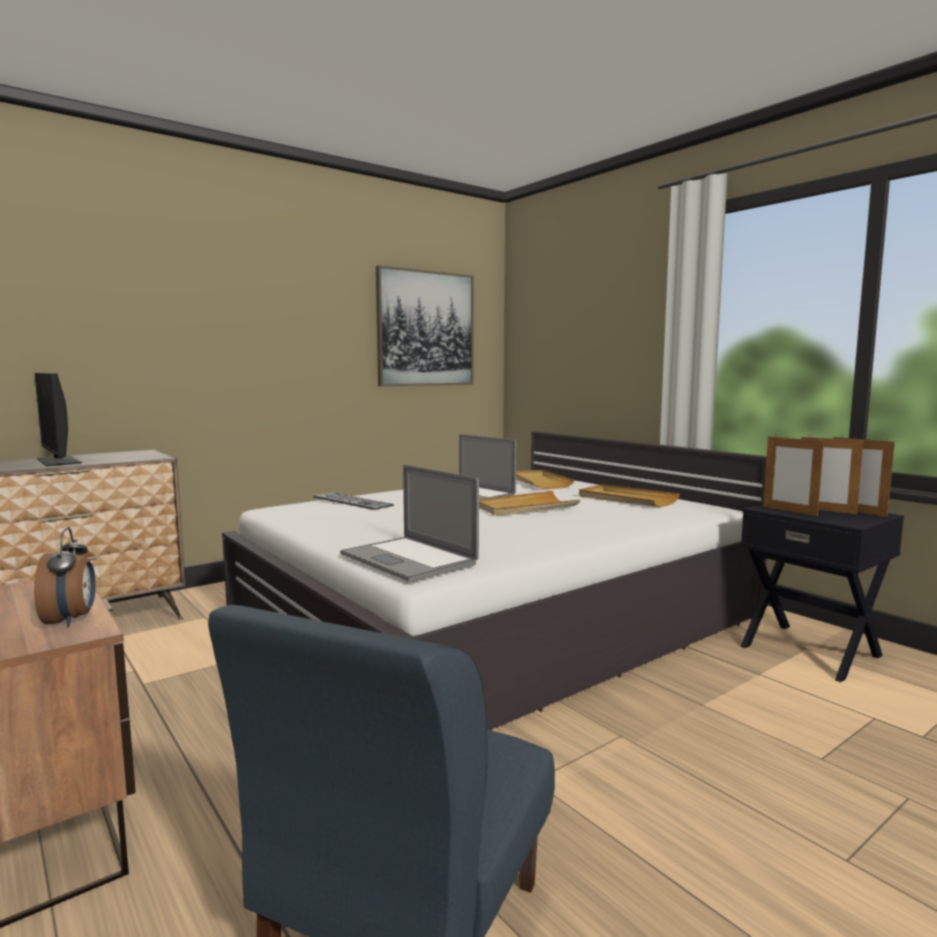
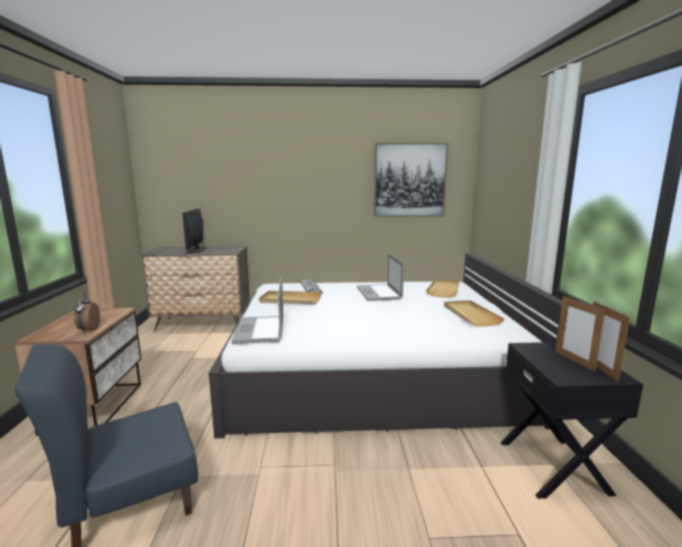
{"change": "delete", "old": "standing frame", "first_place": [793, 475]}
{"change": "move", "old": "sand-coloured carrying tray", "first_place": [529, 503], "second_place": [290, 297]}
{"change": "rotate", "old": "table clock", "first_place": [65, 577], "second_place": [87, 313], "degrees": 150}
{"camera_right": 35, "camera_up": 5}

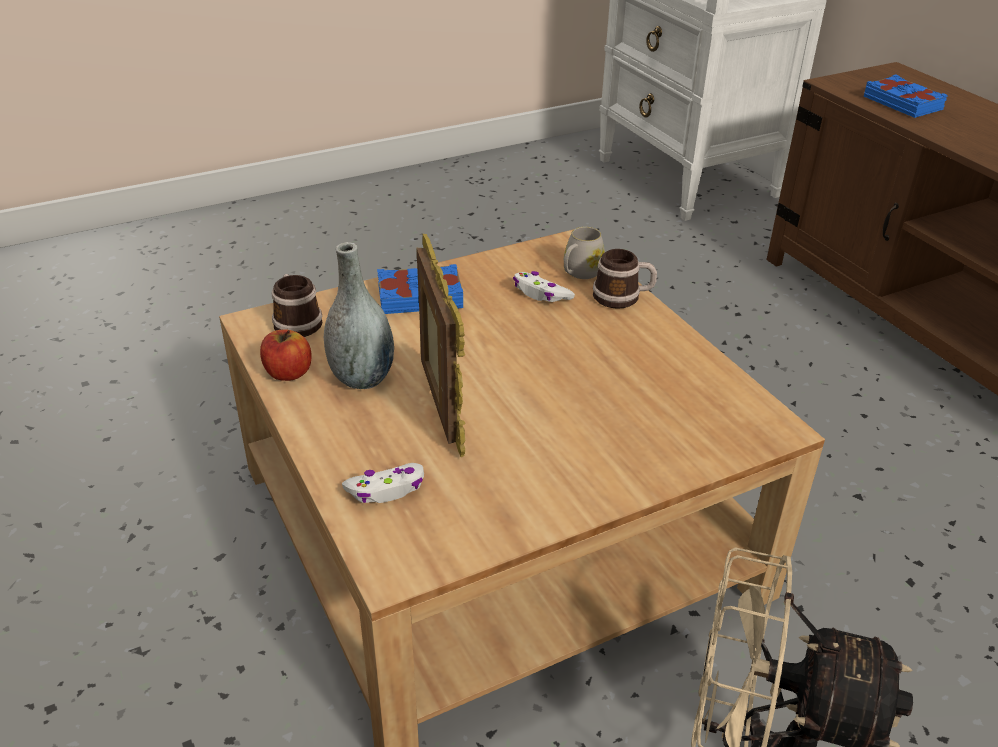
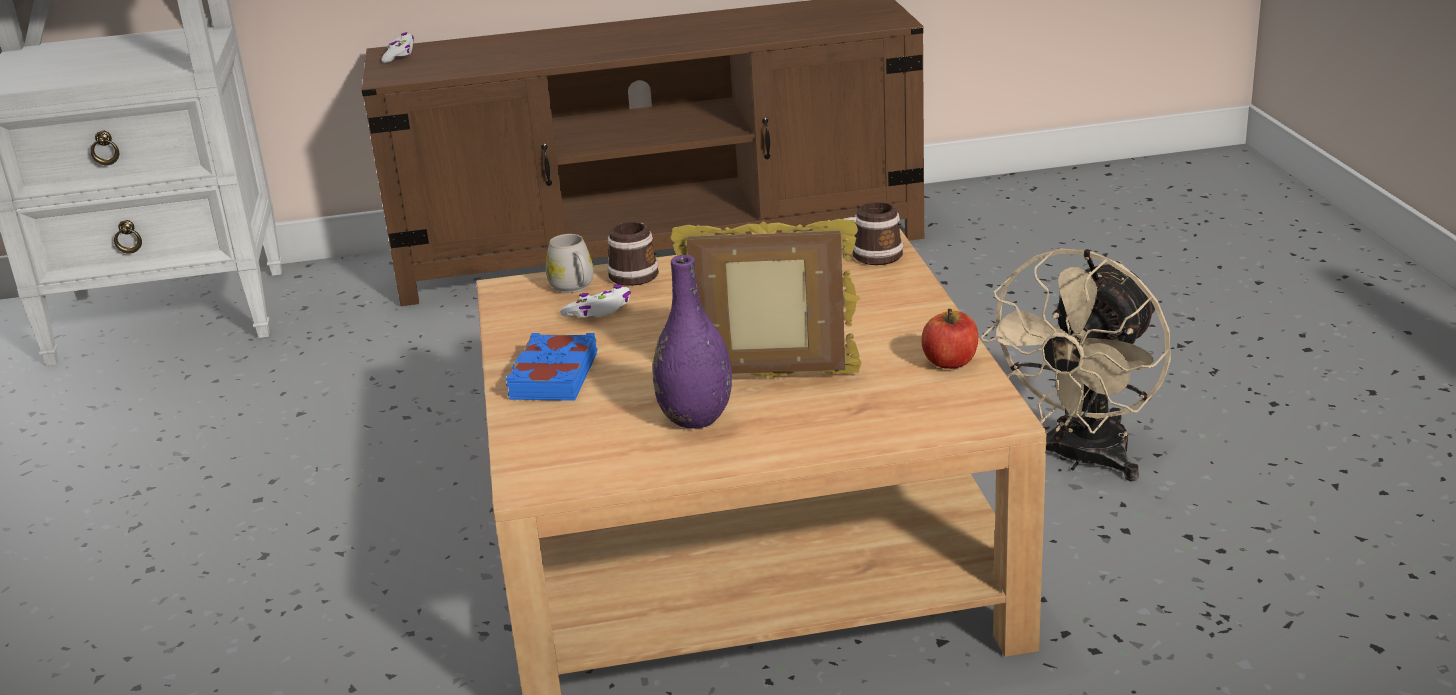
{"change": "delete", "old": "bluish volume", "first_place": [906, 96]}
{"change": "move", "old": "apple fruit", "first_place": [286, 355], "second_place": [950, 339]}
{"change": "move", "old": "coffee mug", "first_place": [297, 305], "second_place": [874, 233]}
{"change": "move", "old": "white-coloured joypad", "first_place": [383, 483], "second_place": [397, 47]}
{"change": "recolor", "old": "gray flower vase", "new": "purplish flower vase", "first_place": [359, 315], "second_place": [692, 342]}
{"camera_right": -70, "camera_up": -10}

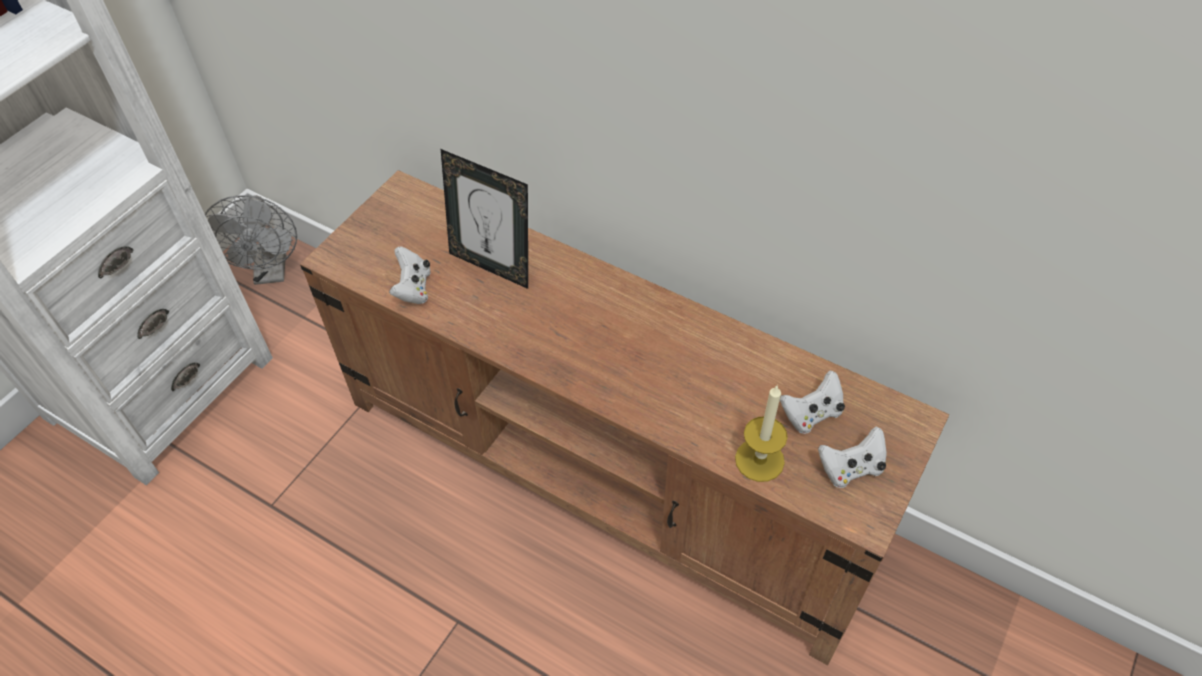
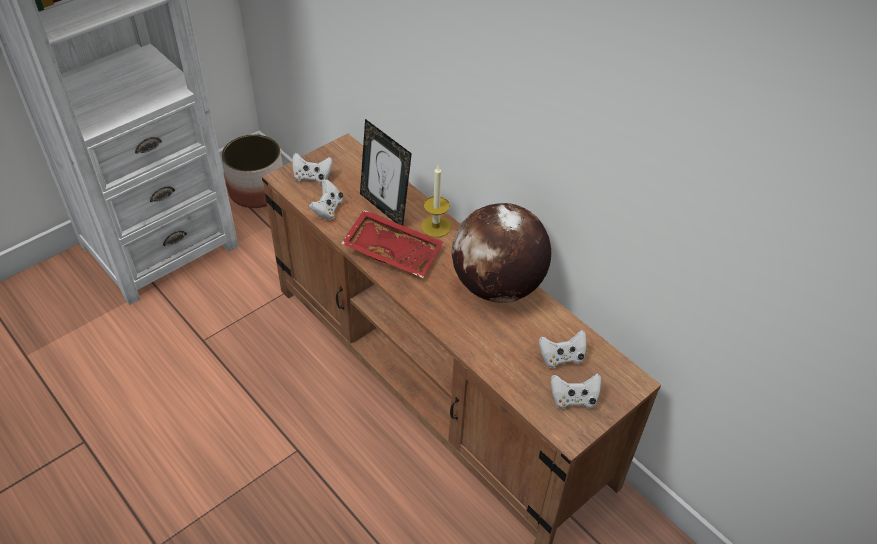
{"change": "insert", "new": "white-coloured joypad", "second_place": [312, 168]}
{"change": "insert", "new": "red carrying tray", "second_place": [392, 243]}
{"change": "insert", "new": "world globe", "second_place": [501, 253]}
{"change": "move", "old": "wax light", "first_place": [761, 433], "second_place": [436, 202]}
{"change": "replace", "old": "gray fan", "new": "flower pot", "first_place": [251, 240], "second_place": [252, 171]}
{"camera_right": 15, "camera_up": -5}

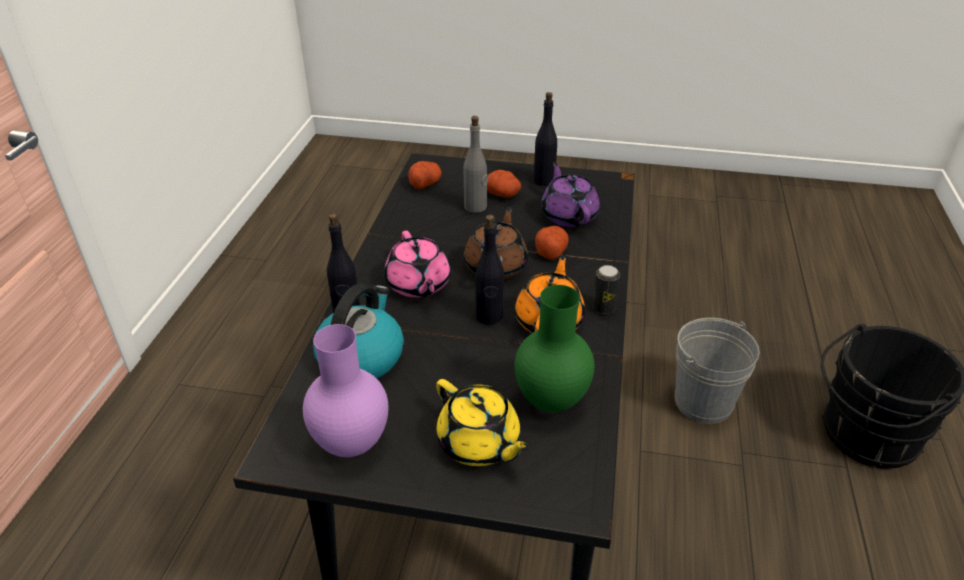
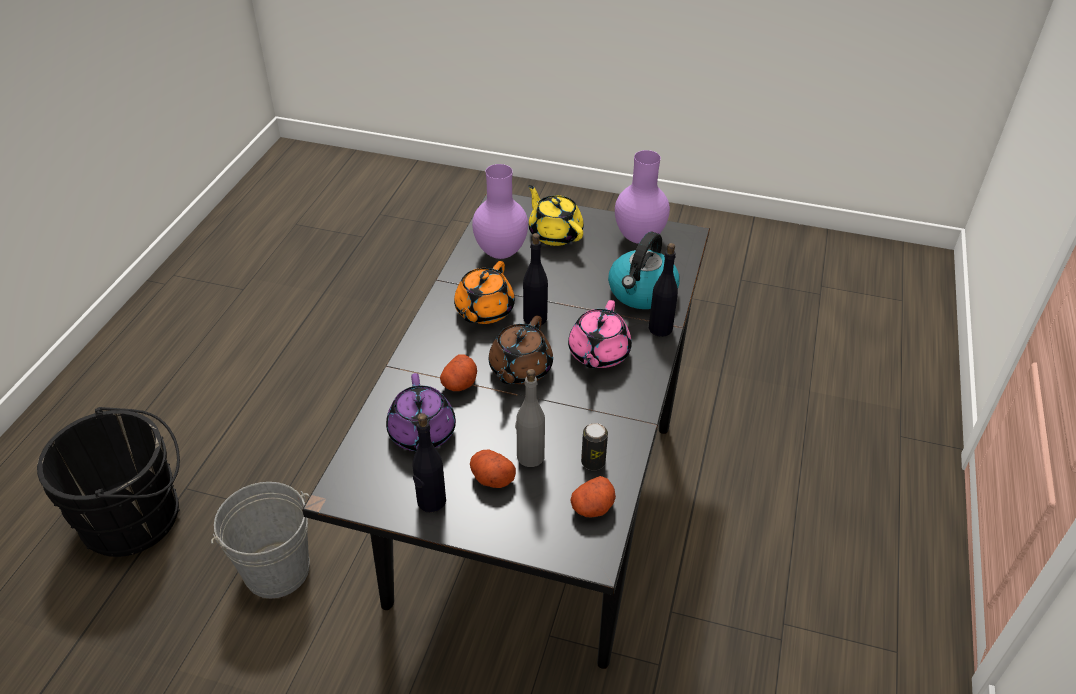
{"change": "move", "old": "sealed can", "first_place": [606, 289], "second_place": [594, 446]}
{"change": "recolor", "old": "green-coloured flower vase", "new": "purplish flower vase", "first_place": [554, 348], "second_place": [500, 211]}
{"change": "rotate", "old": "pink pot for tea", "first_place": [417, 264], "second_place": [600, 334], "degrees": -150}
{"camera_right": -175, "camera_up": 5}

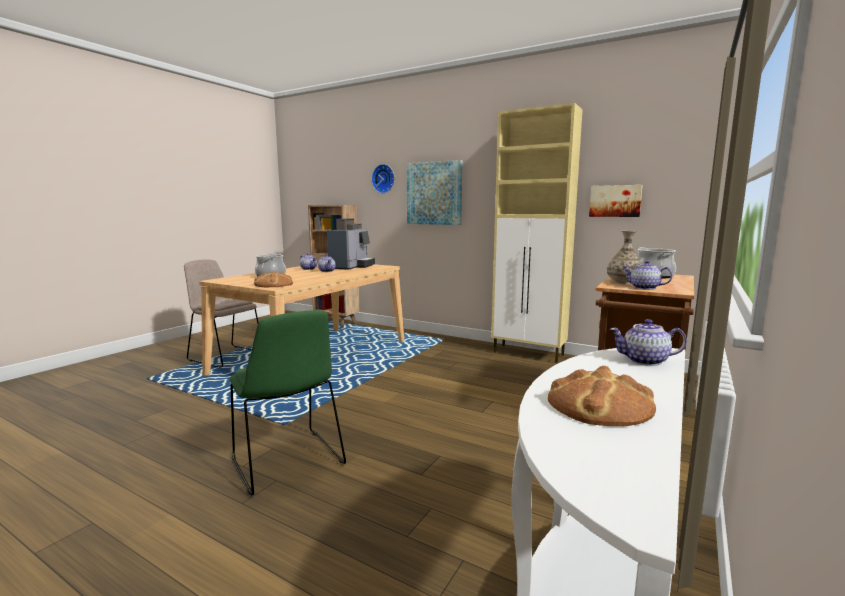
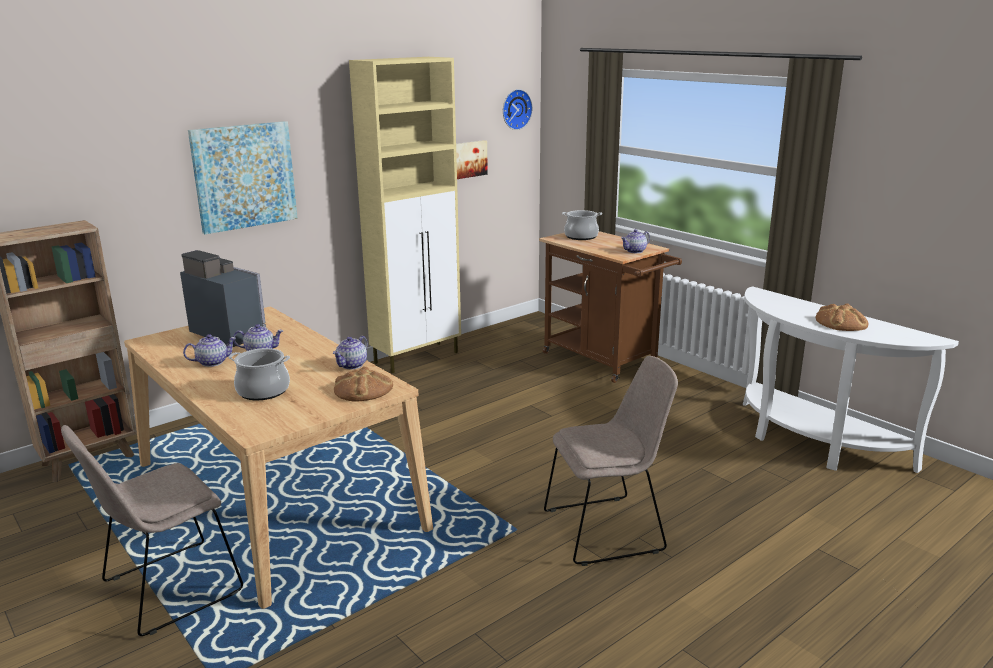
{"change": "delete", "old": "flower vase", "first_place": [624, 257]}
{"change": "move", "old": "hanging clock", "first_place": [383, 178], "second_place": [518, 109]}
{"change": "move", "old": "pot for tea", "first_place": [648, 342], "second_place": [350, 352]}
{"change": "recolor", "old": "green-coloured chair", "new": "sand-coloured chair", "first_place": [288, 403], "second_place": [611, 461]}
{"camera_right": -70, "camera_up": 10}

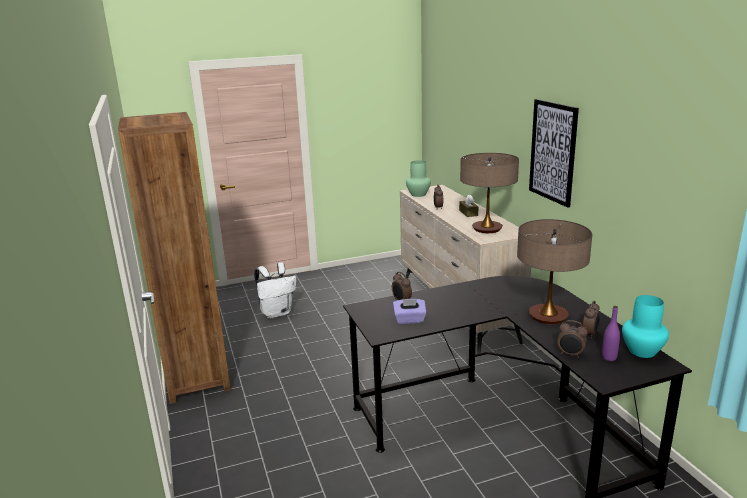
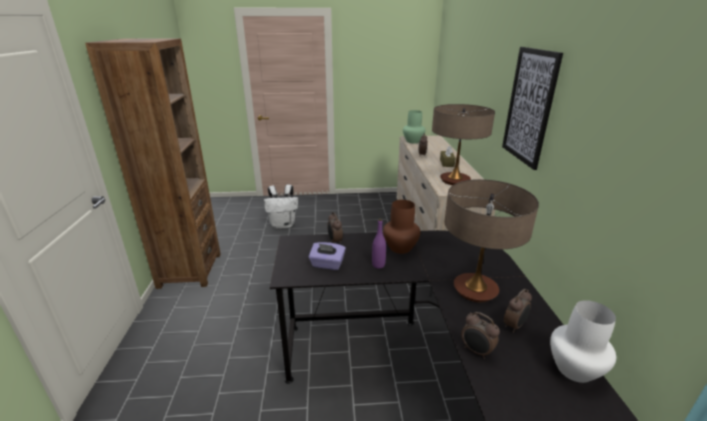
{"change": "insert", "new": "brownish flower vase", "second_place": [402, 227]}
{"change": "move", "old": "purplish drink bottle", "first_place": [611, 333], "second_place": [379, 243]}
{"change": "recolor", "old": "turquoise flower vase", "new": "white-coloured flower vase", "first_place": [645, 326], "second_place": [583, 341]}
{"camera_right": 15, "camera_up": 5}

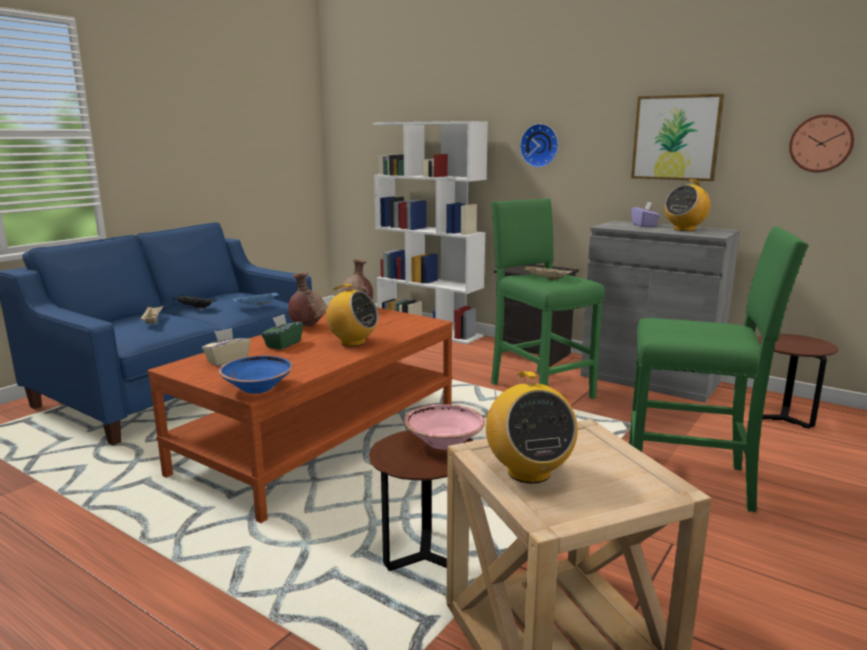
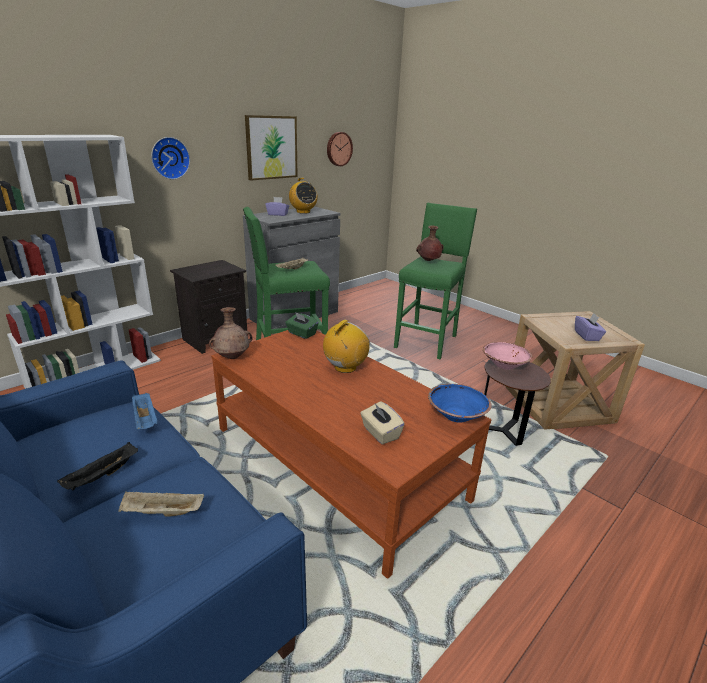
{"change": "delete", "old": "brownish side table", "first_place": [798, 381]}
{"change": "move", "old": "green-coloured tissue box", "first_place": [282, 332], "second_place": [302, 325]}
{"change": "move", "old": "brownish flower vase", "first_place": [307, 299], "second_place": [430, 243]}
{"change": "replace", "old": "radio receiver", "new": "purplish tissue box", "first_place": [532, 427], "second_place": [590, 327]}
{"camera_right": -80, "camera_up": 10}

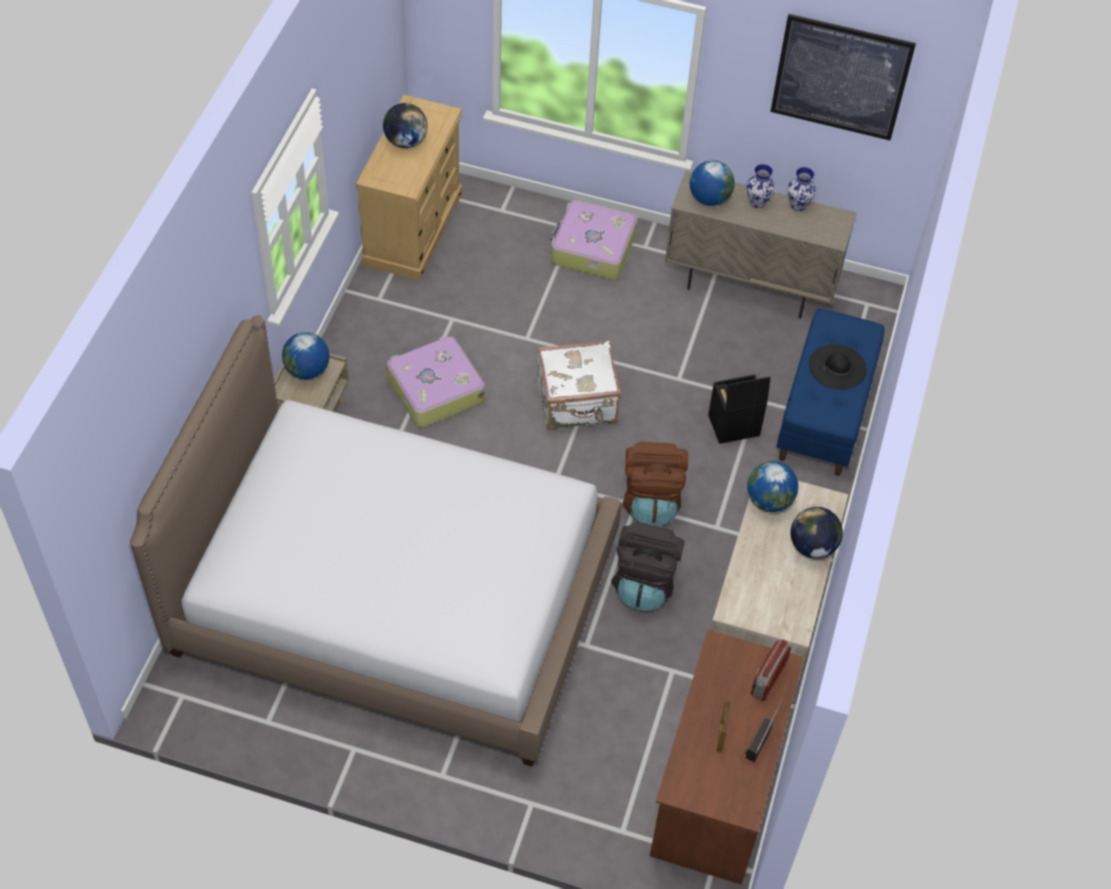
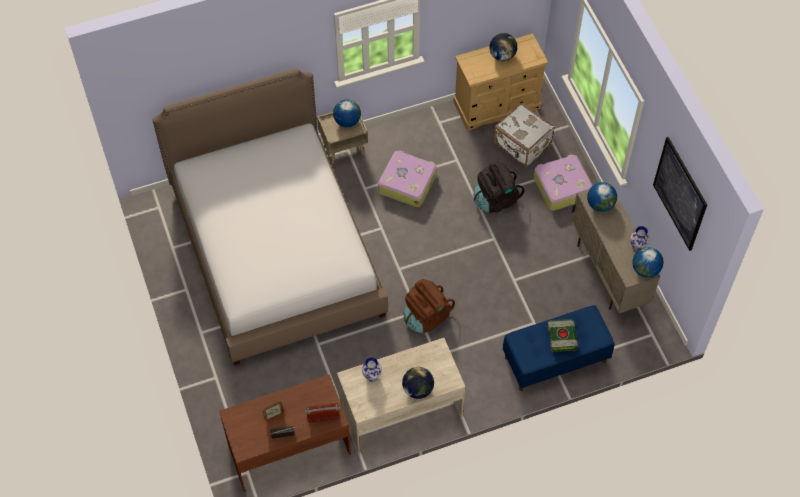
{"change": "delete", "old": "black-coloured storage bin", "first_place": [739, 409]}
{"change": "move", "old": "white-coloured travel case", "first_place": [579, 385], "second_place": [524, 134]}
{"change": "move", "old": "black-coloured knapsack", "first_place": [648, 566], "second_place": [499, 187]}
{"change": "move", "old": "flower vase", "first_place": [760, 186], "second_place": [372, 369]}
{"change": "move", "old": "world globe", "first_place": [772, 486], "second_place": [647, 262]}
{"change": "replace", "old": "black-coloured wearable hat", "new": "volume", "first_place": [838, 367], "second_place": [563, 335]}
{"camera_right": 55, "camera_up": 5}

